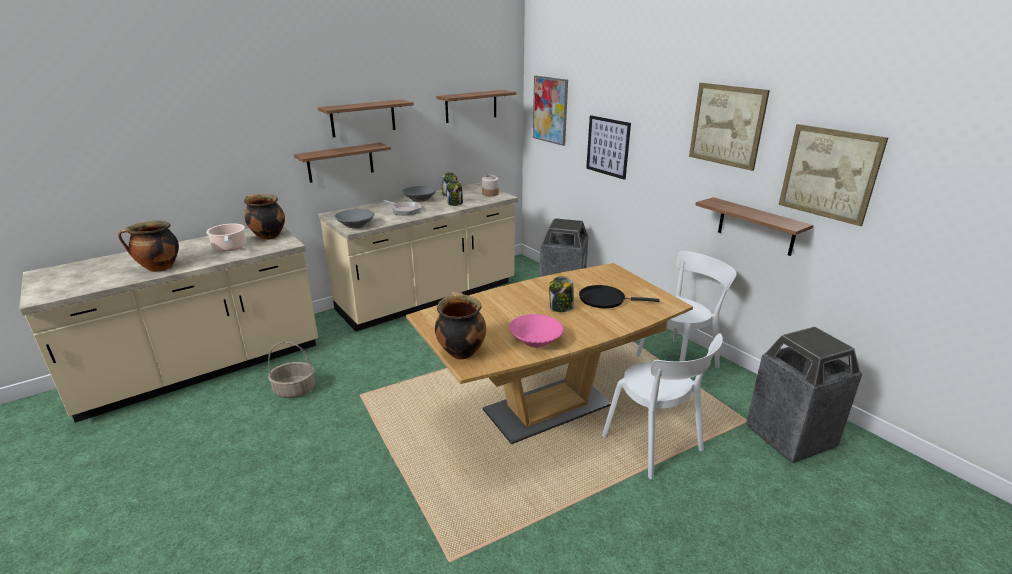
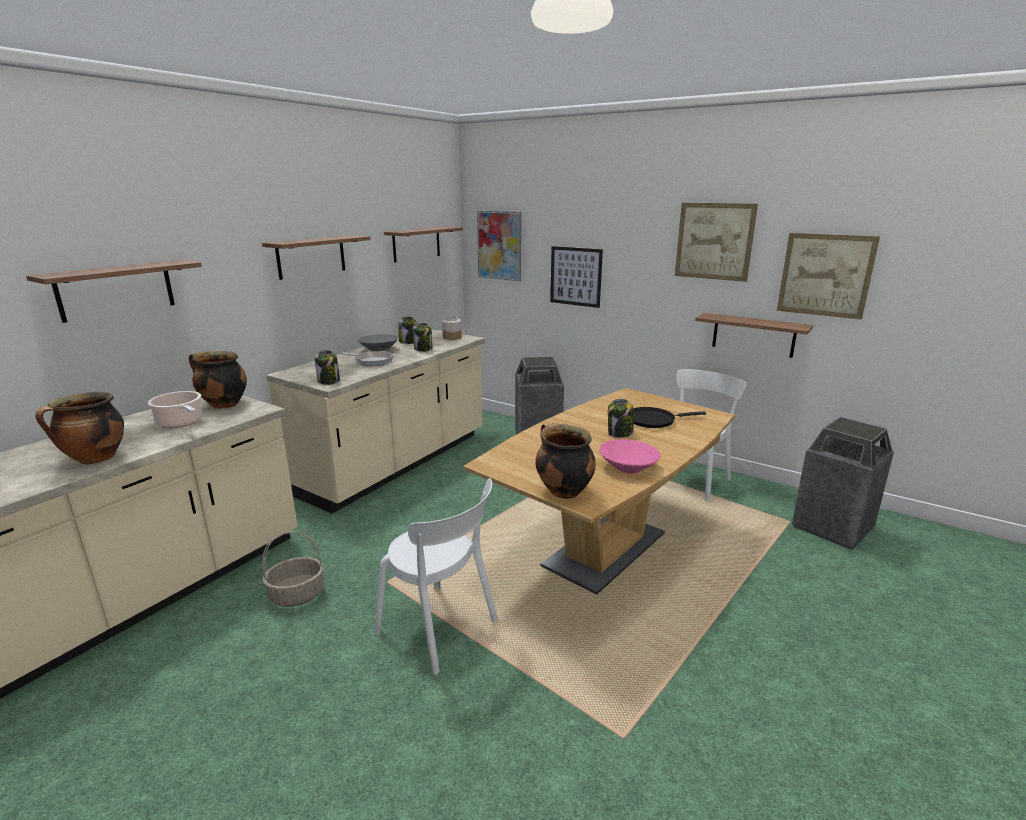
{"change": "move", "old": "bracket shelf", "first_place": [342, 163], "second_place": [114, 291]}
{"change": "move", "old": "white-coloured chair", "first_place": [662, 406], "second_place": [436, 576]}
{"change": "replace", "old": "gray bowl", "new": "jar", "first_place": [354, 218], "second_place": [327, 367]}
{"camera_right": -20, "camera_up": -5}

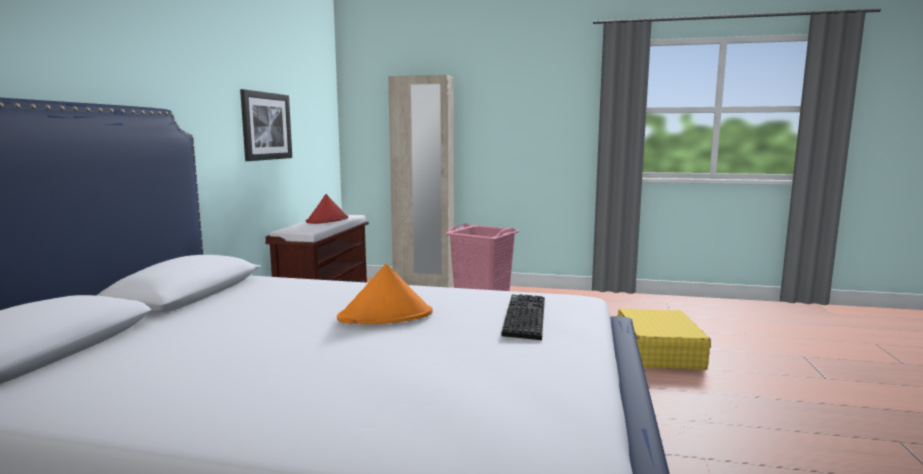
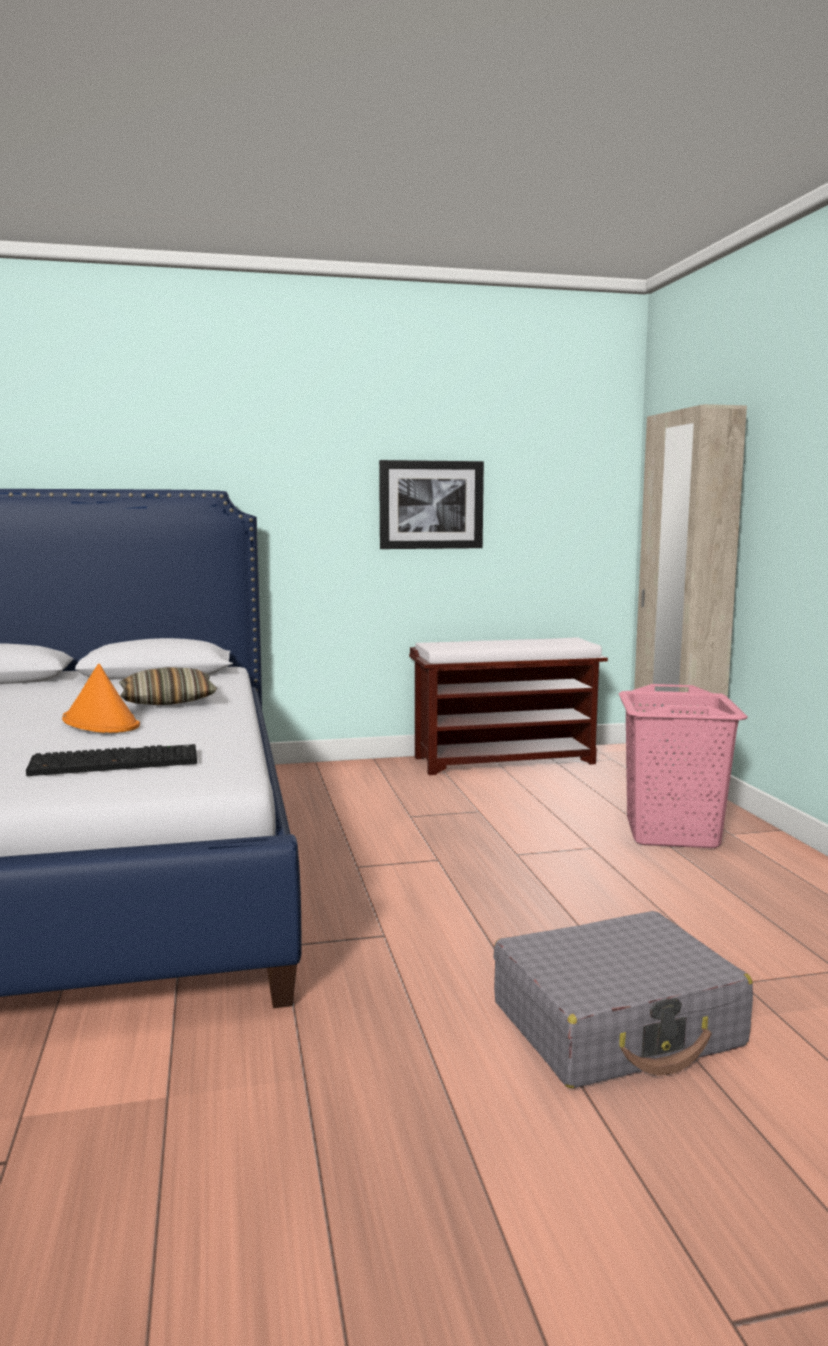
{"change": "delete", "old": "red wearable hat", "first_place": [327, 209]}
{"change": "insert", "new": "pillow", "second_place": [168, 686]}
{"change": "recolor", "old": "yellow-coloured travel case", "new": "gray travel case", "first_place": [664, 339], "second_place": [623, 999]}
{"camera_right": 65, "camera_up": 0}

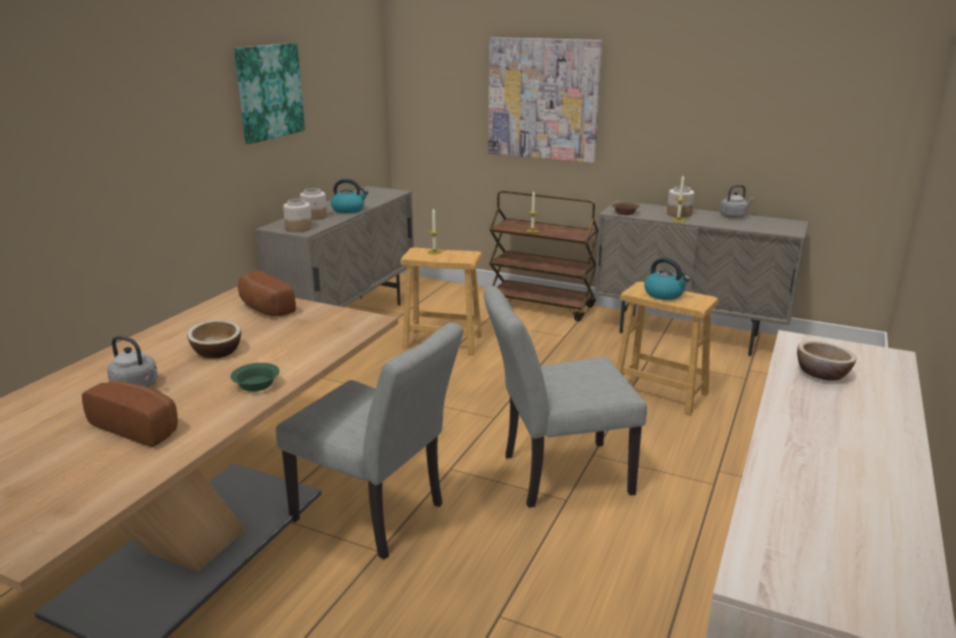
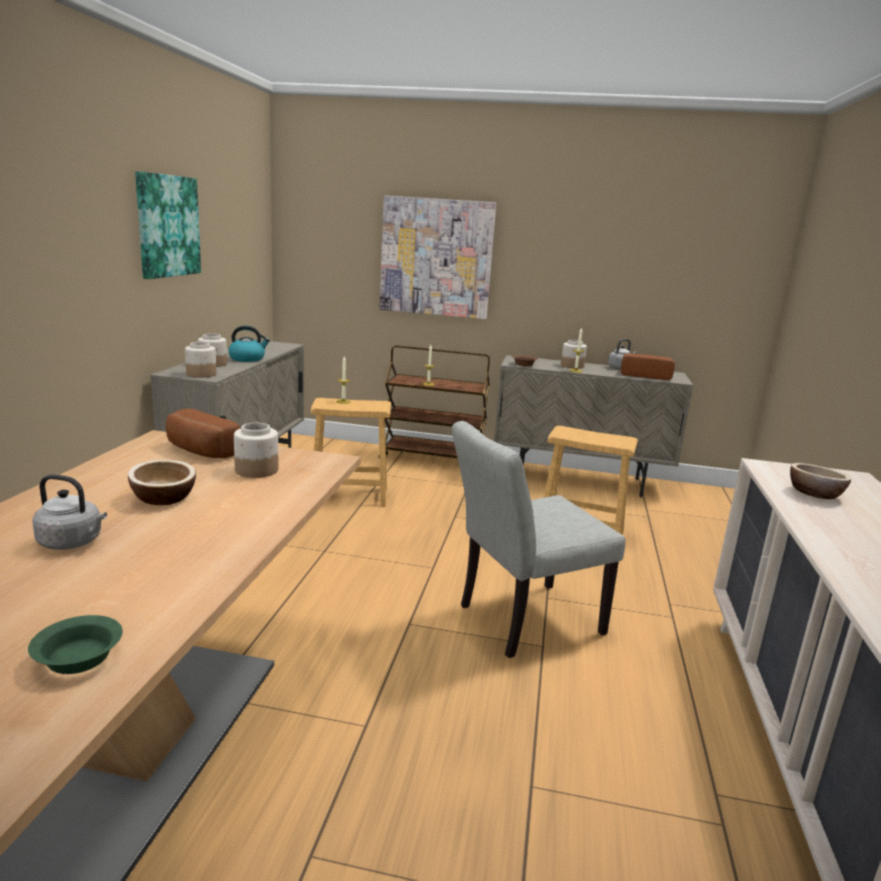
{"change": "delete", "old": "gray chair", "first_place": [369, 441]}
{"change": "delete", "old": "tea kettle", "first_place": [667, 279]}
{"change": "insert", "new": "jar", "second_place": [256, 450]}
{"change": "move", "old": "bread", "first_place": [130, 414], "second_place": [648, 367]}
{"change": "move", "old": "green-coloured bowl", "first_place": [255, 377], "second_place": [75, 644]}
{"camera_right": -15, "camera_up": -5}

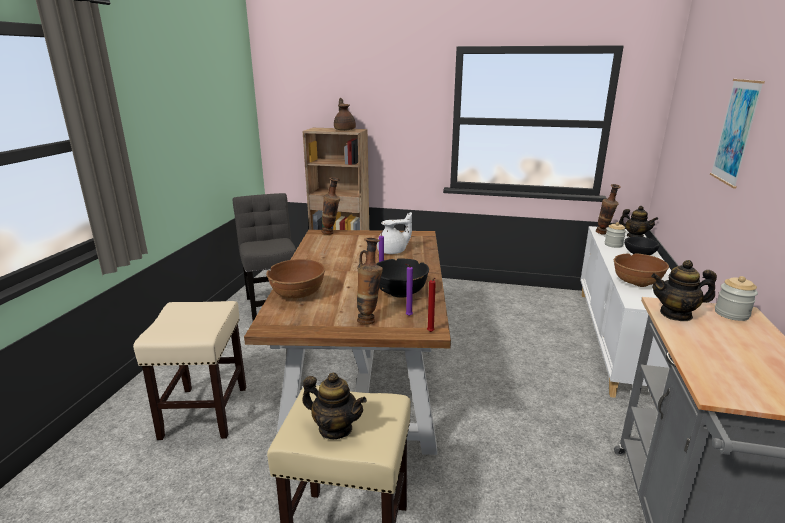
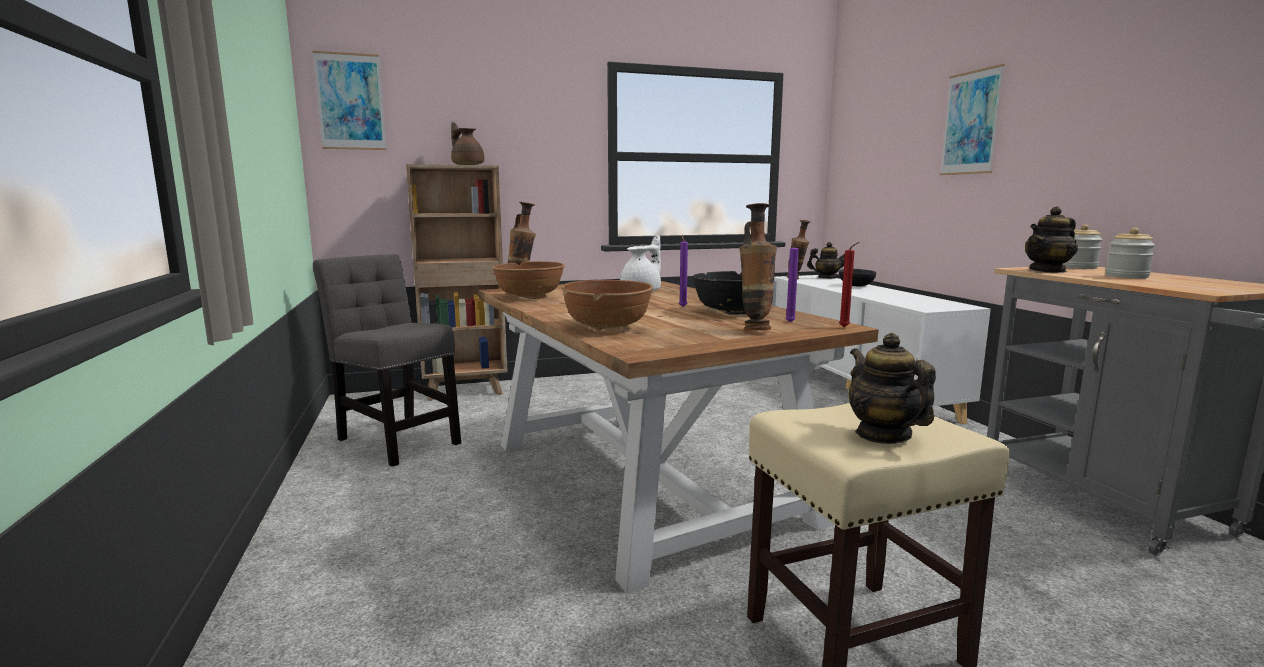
{"change": "delete", "old": "sand-coloured stool", "first_place": [189, 370]}
{"change": "insert", "new": "wall art", "second_place": [350, 100]}
{"change": "move", "old": "jar", "first_place": [615, 235], "second_place": [1130, 253]}
{"change": "move", "old": "brownish bowl", "first_place": [641, 270], "second_place": [528, 280]}
{"change": "rotate", "old": "pot for tea", "first_place": [334, 406], "second_place": [892, 388], "degrees": -105}
{"camera_right": -30, "camera_up": -10}

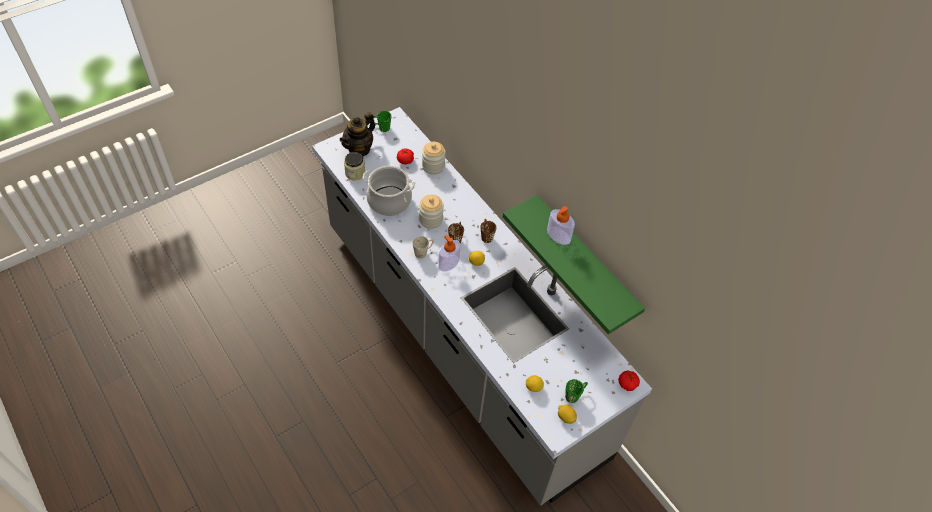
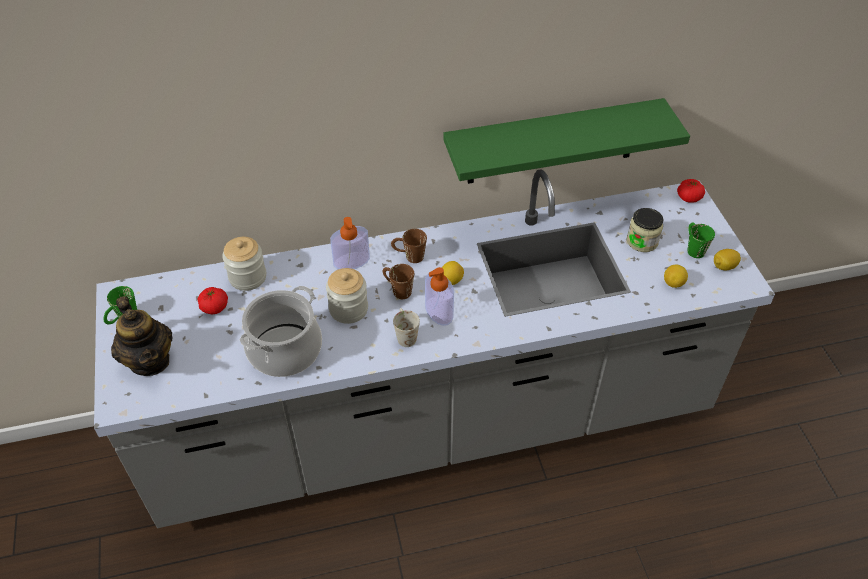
{"change": "move", "old": "jar", "first_place": [354, 166], "second_place": [644, 230]}
{"change": "move", "old": "liquid soap bottle", "first_place": [561, 225], "second_place": [350, 243]}
{"camera_right": -65, "camera_up": -5}

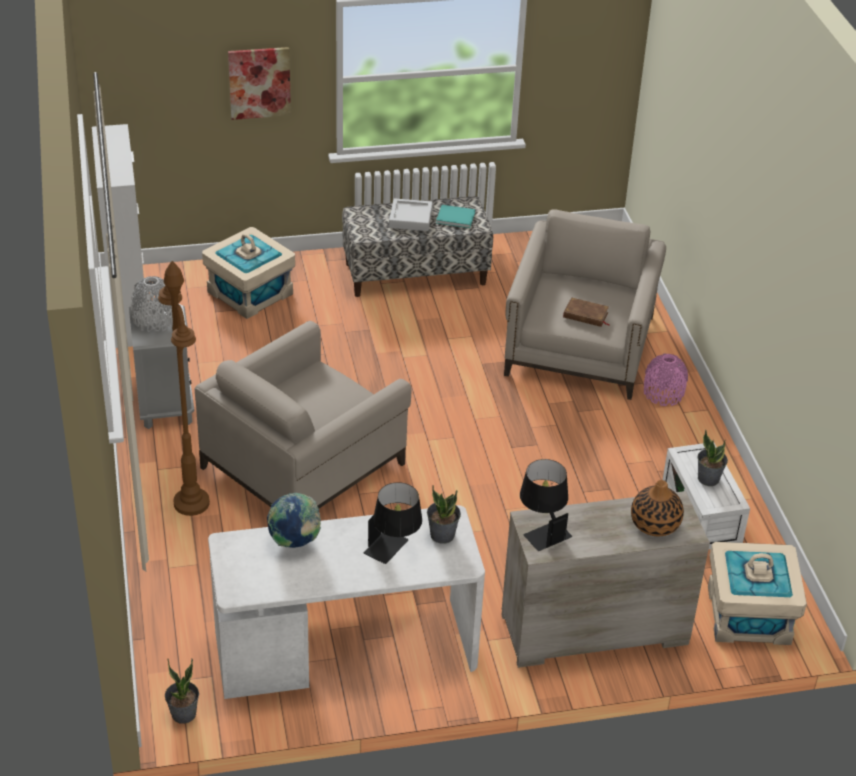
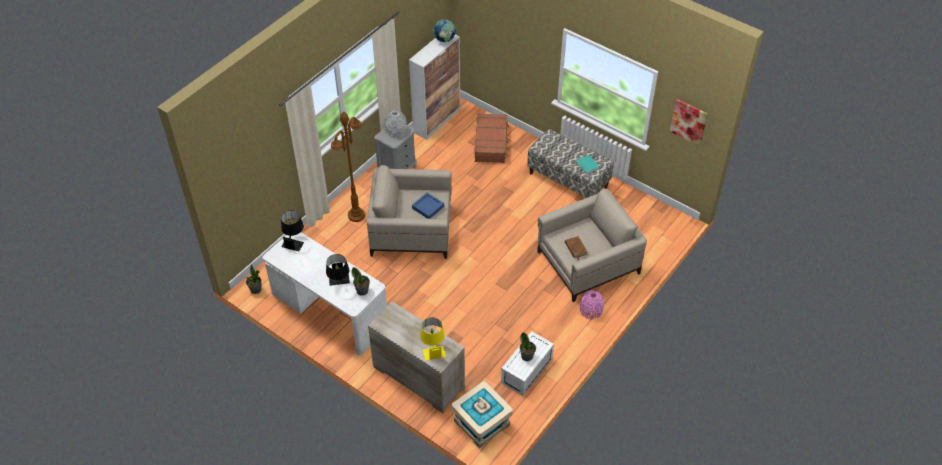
{"change": "delete", "old": "gray carrying tray", "first_place": [411, 214]}
{"change": "insert", "new": "bluish carrying tray", "second_place": [428, 205]}
{"change": "move", "old": "wall art", "first_place": [259, 83], "second_place": [689, 122]}
{"change": "move", "old": "world globe", "first_place": [294, 520], "second_place": [444, 31]}
{"change": "move", "old": "black-coloured lamp for a table", "first_place": [546, 505], "second_place": [292, 230]}
{"change": "replace", "old": "sand-coloured storage bin", "new": "brownish travel case", "first_place": [248, 273], "second_place": [492, 138]}
{"change": "replace", "old": "flower vase", "new": "yellow-coloured lamp for a table", "first_place": [657, 508], "second_place": [433, 339]}
{"camera_right": 50, "camera_up": 10}

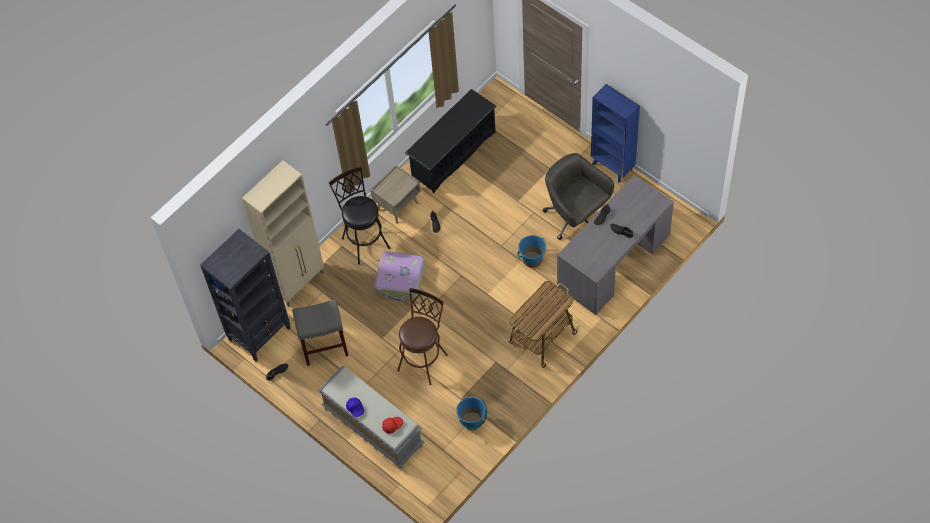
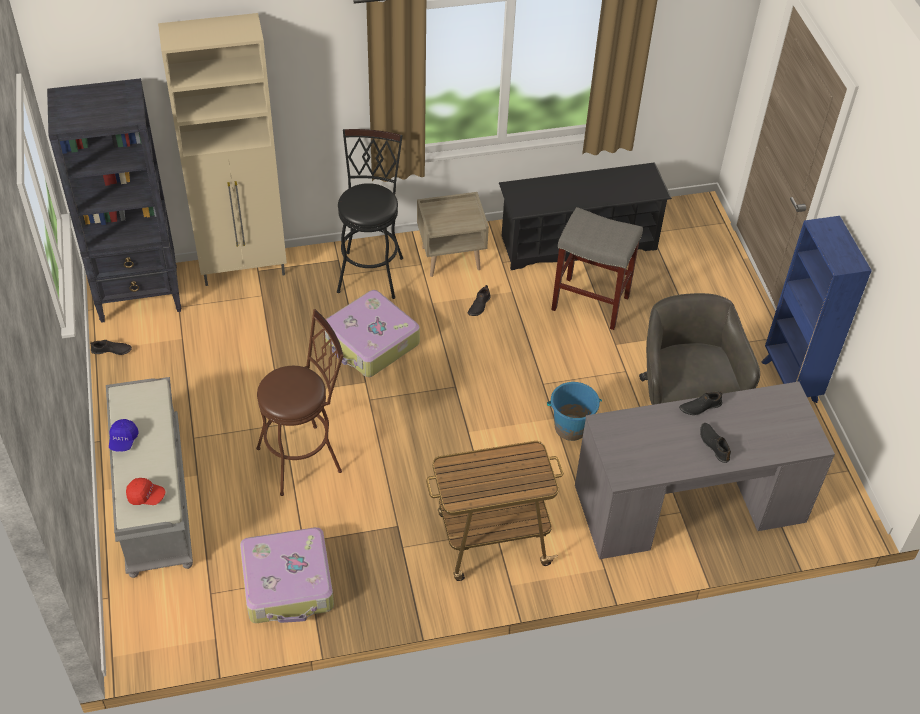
{"change": "move", "old": "gray stool", "first_place": [320, 332], "second_place": [597, 268]}
{"change": "replace", "old": "bluish pail", "new": "travel case", "first_place": [471, 413], "second_place": [287, 575]}
{"camera_right": 30, "camera_up": -10}

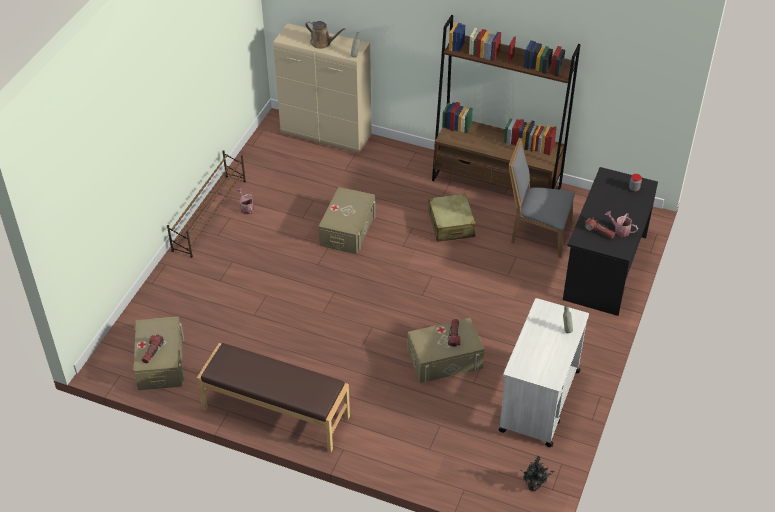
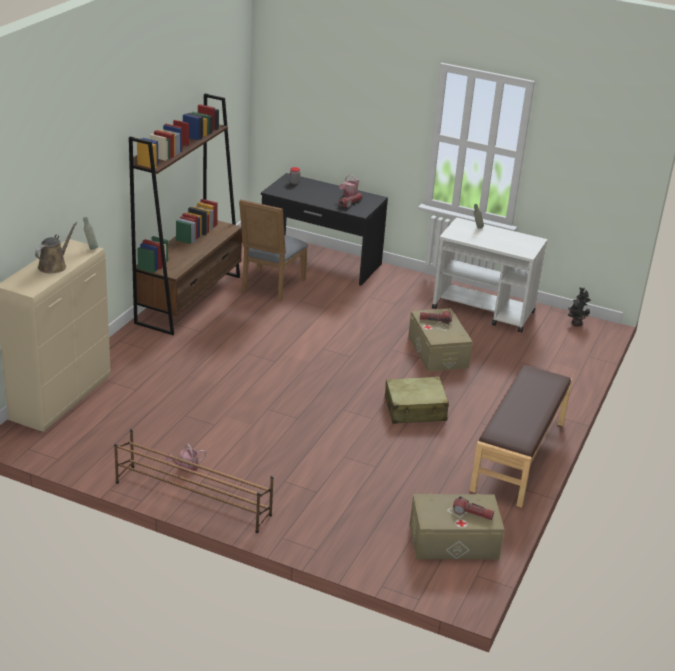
{"change": "delete", "old": "sand-coloured storage bin", "first_place": [347, 220]}
{"change": "move", "old": "sand-coloured travel case", "first_place": [452, 217], "second_place": [417, 400]}
{"camera_right": -90, "camera_up": -15}

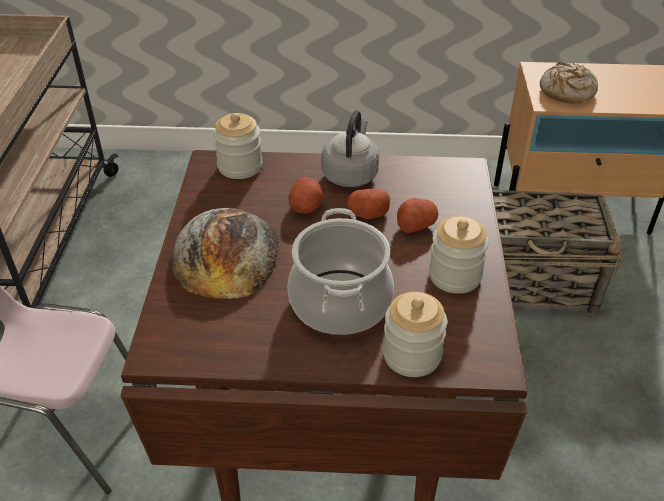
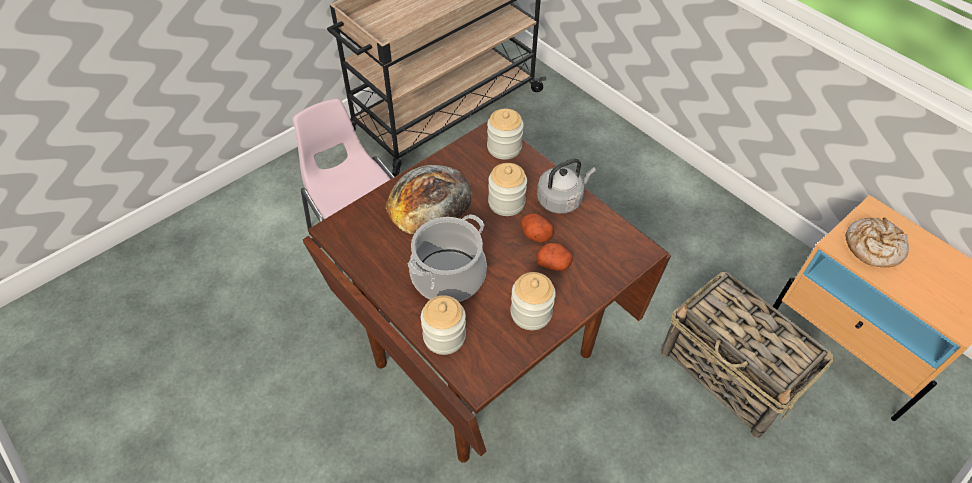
{"change": "replace", "old": "whole potato", "new": "jar", "first_place": [306, 195], "second_place": [507, 189]}
{"camera_right": 45, "camera_up": 10}

